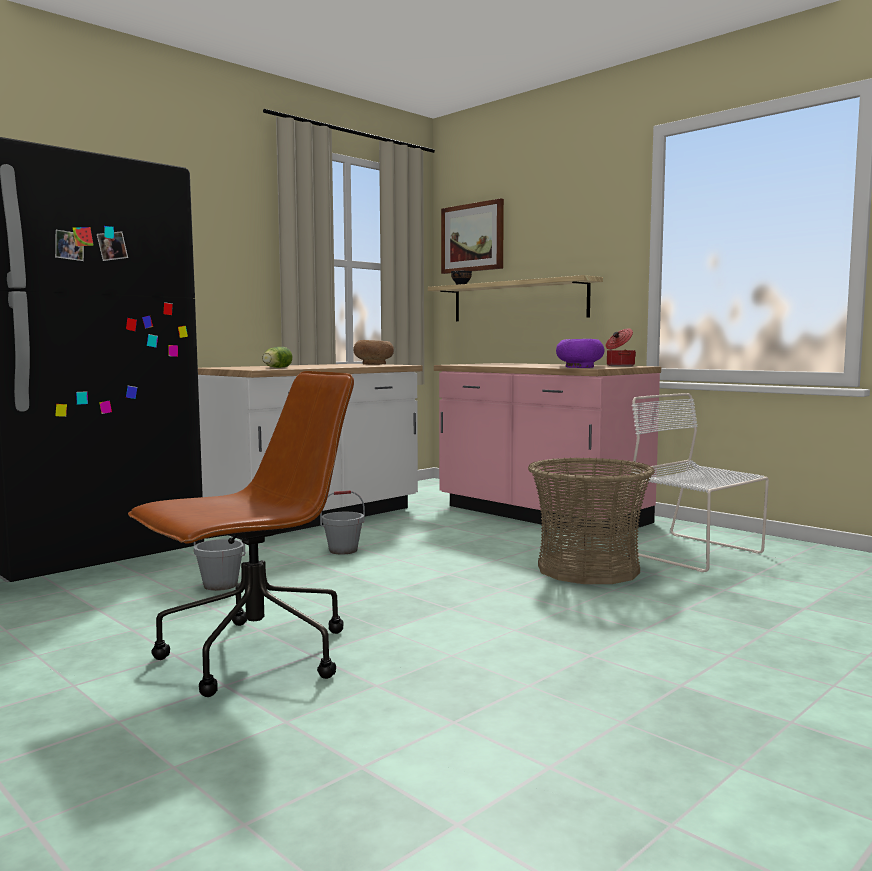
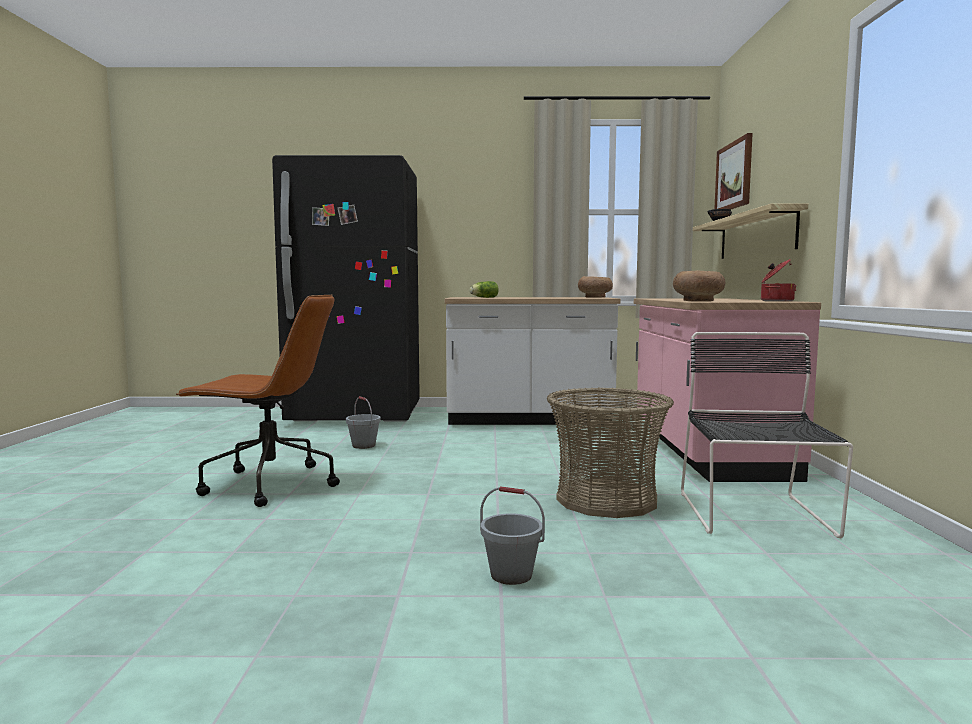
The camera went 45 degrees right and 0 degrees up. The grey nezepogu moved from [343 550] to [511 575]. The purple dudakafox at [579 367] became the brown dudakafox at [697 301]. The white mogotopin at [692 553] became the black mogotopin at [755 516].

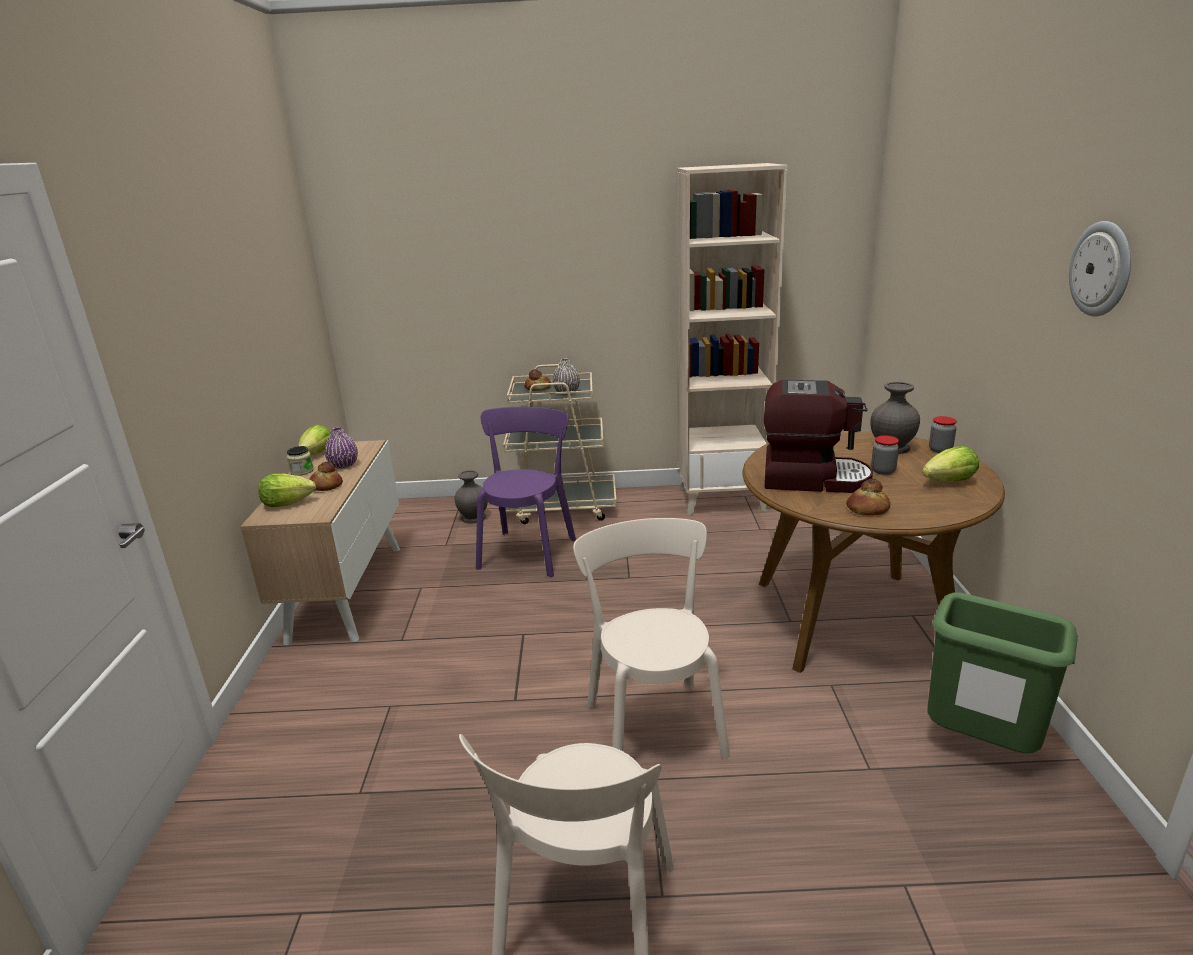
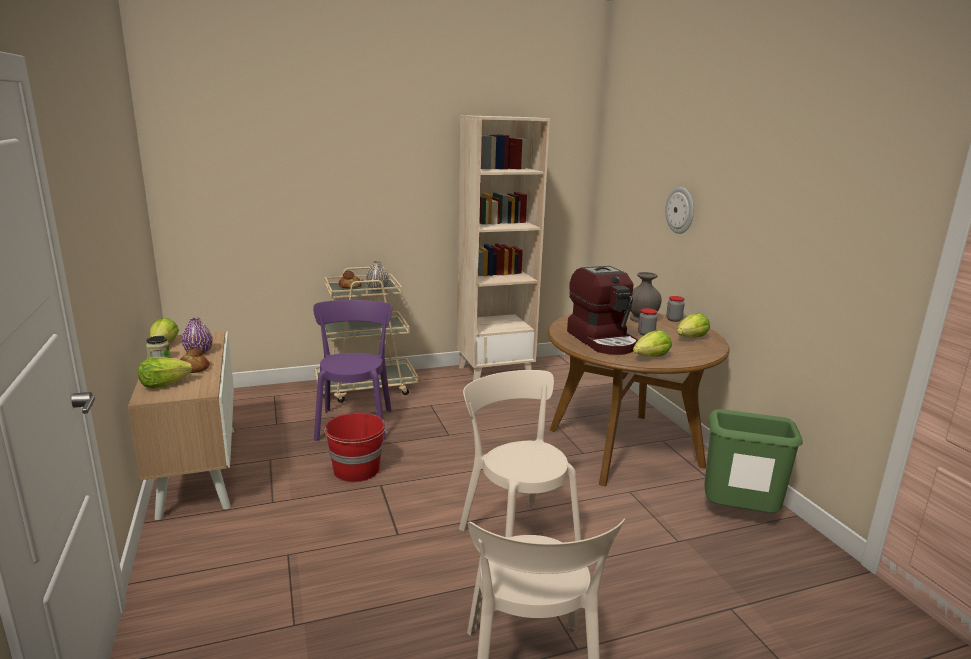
The camera went 20 degrees left and 5 degrees down. The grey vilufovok at [474 517] disappeared. The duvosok at [812 478] turned 75 degrees clockwise. The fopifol at [867 509] was replaced by the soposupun at [651 357]. The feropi moved from [1101 269] to [680 210]. The red nezepogu at [357 470] appeared.

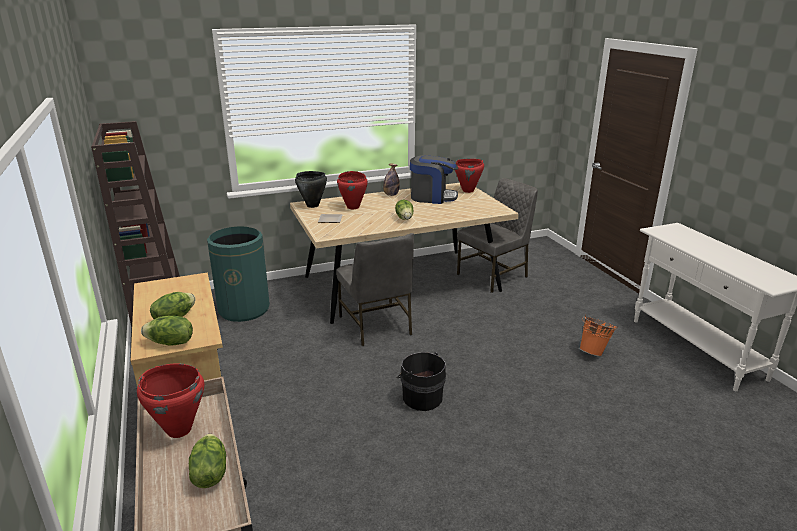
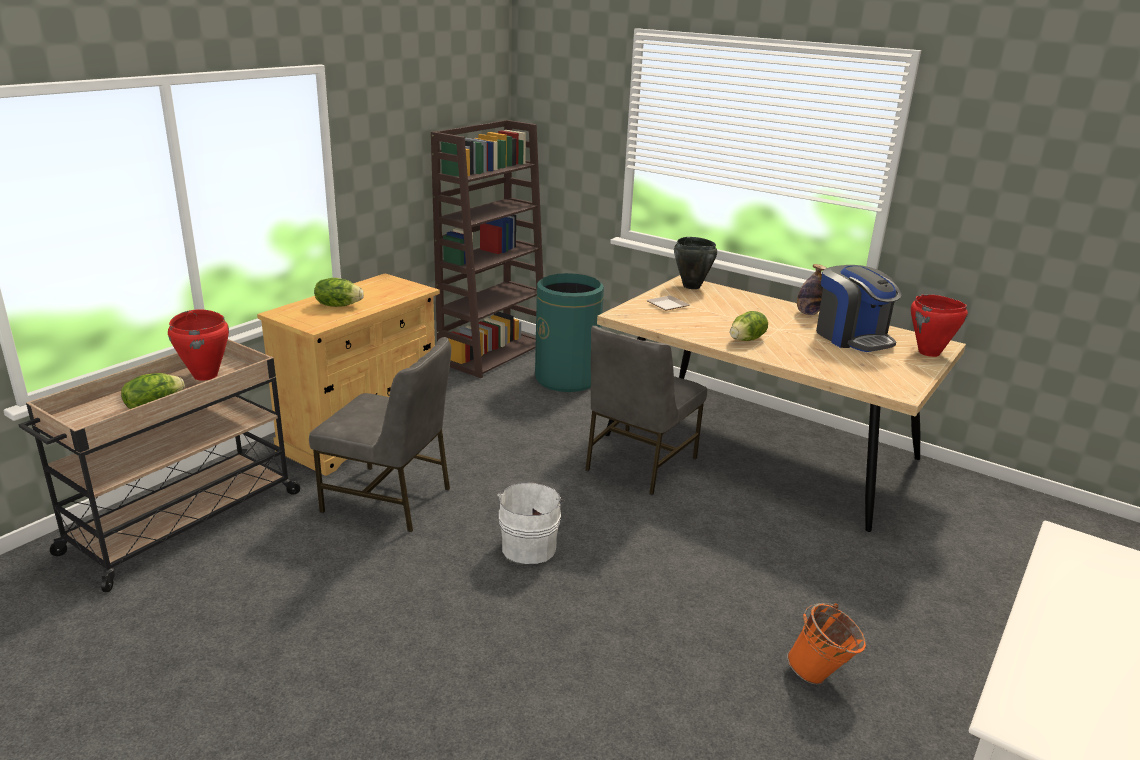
The camera went 55 degrees right and 0 degrees up. The soposupun at [170 343] disappeared. The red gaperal at [353 207] disappeared. The black nezepogu at [421 397] became the white nezepogu at [529 545]. The grey mogotopin moved from [494 276] to [389 500].

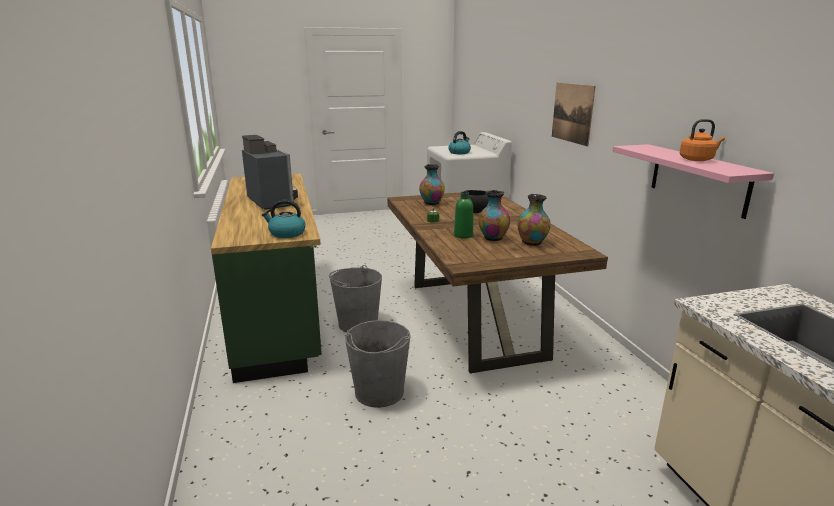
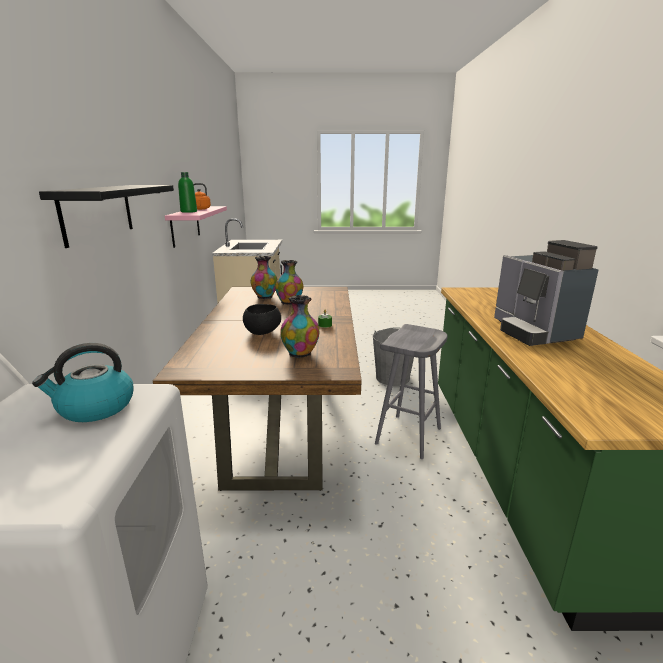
The camera went 165 degrees left and 0 degrees up. The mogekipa at [286 233] disappeared. The grey nezepogu at [357 324] was replaced by the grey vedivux at [409 436]. The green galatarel moved from [463 235] to [189 211]. The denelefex at [572 113] was replaced by the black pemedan at [98 212].

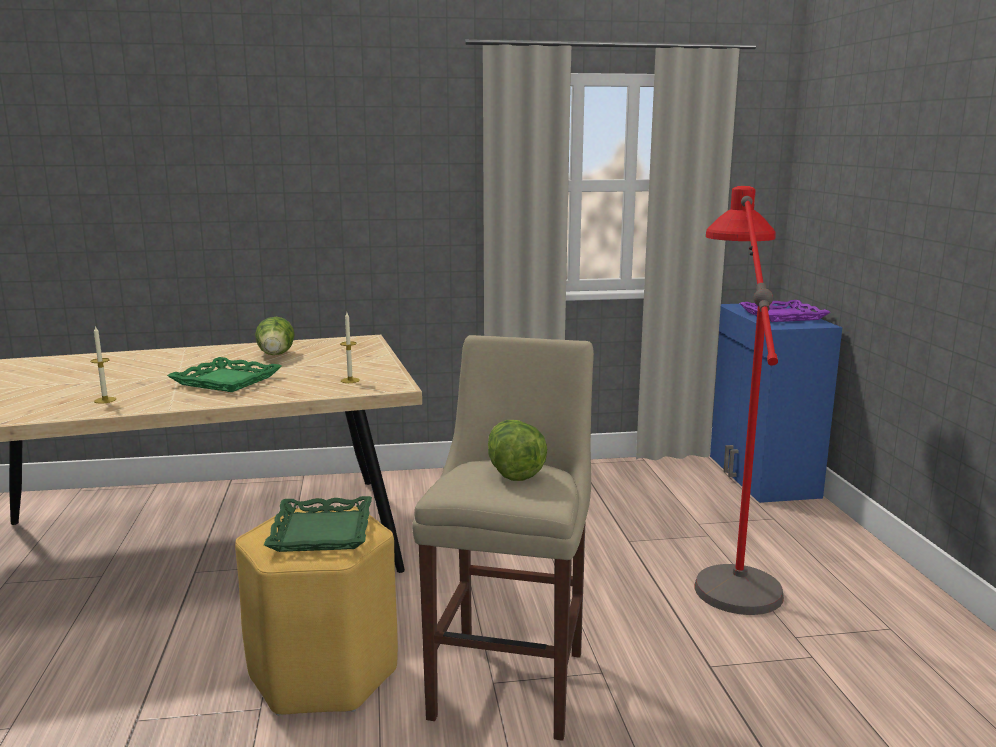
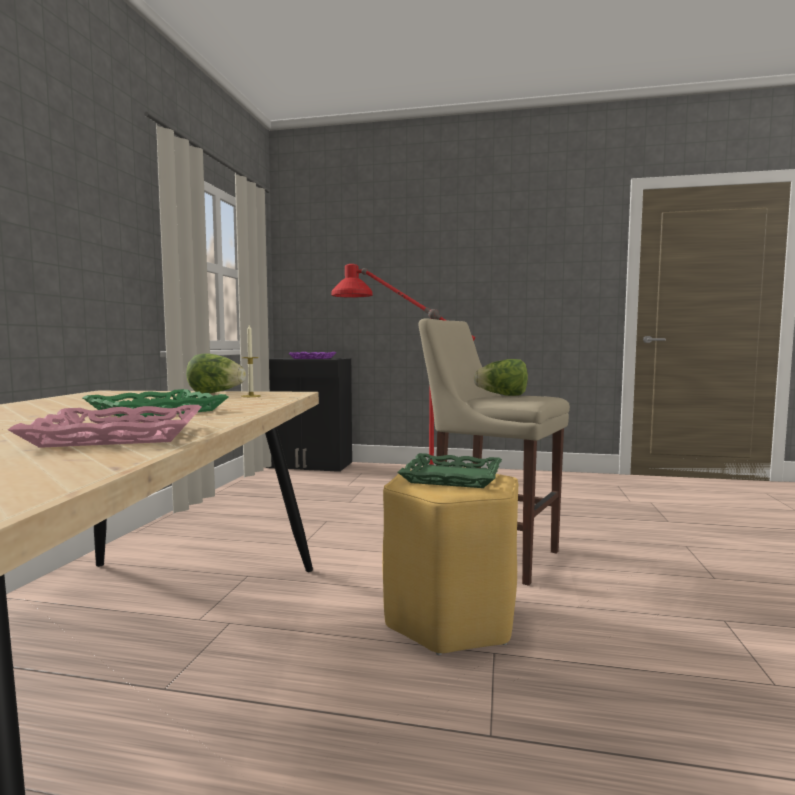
The camera went 70 degrees left and 10 degrees down. The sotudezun at [105 400] was replaced by the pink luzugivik at [119 435]. The soposupun moved from [276 355] to [216 393]. The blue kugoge at [761 476] became the black kugoge at [309 465].

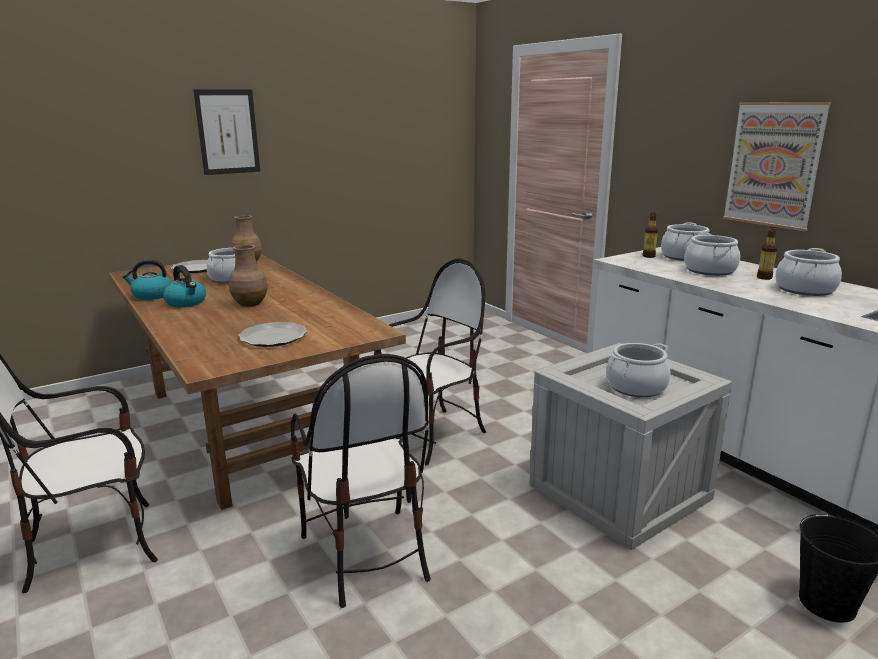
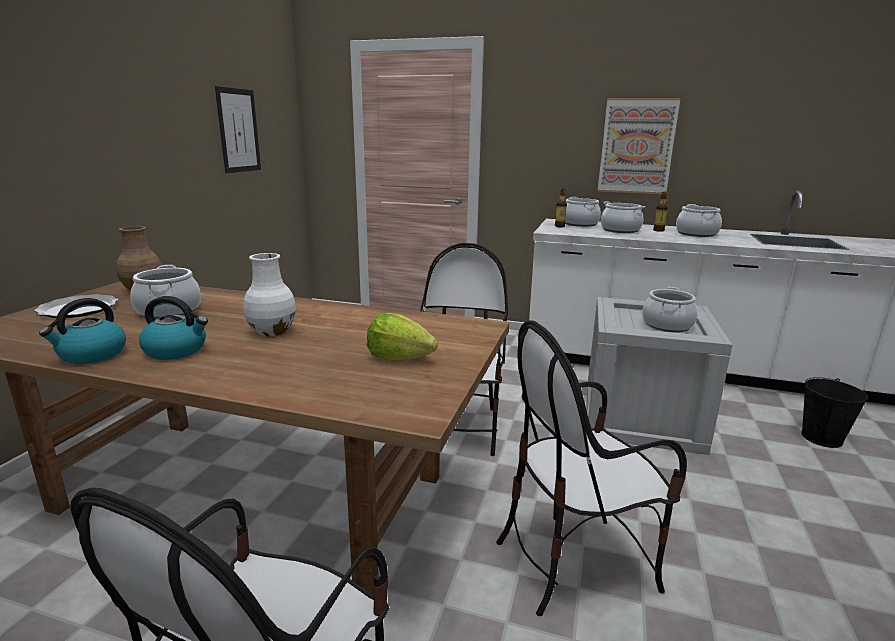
The camera went 40 degrees left and 0 degrees up. The denelefex moved from [228 132] to [238 130]. The brown vilufovok at [249 303] became the white vilufovok at [272 332]. The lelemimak at [274 337] was replaced by the soposupun at [399 358]. The mogotopin at [365 554] turned 135 degrees clockwise.

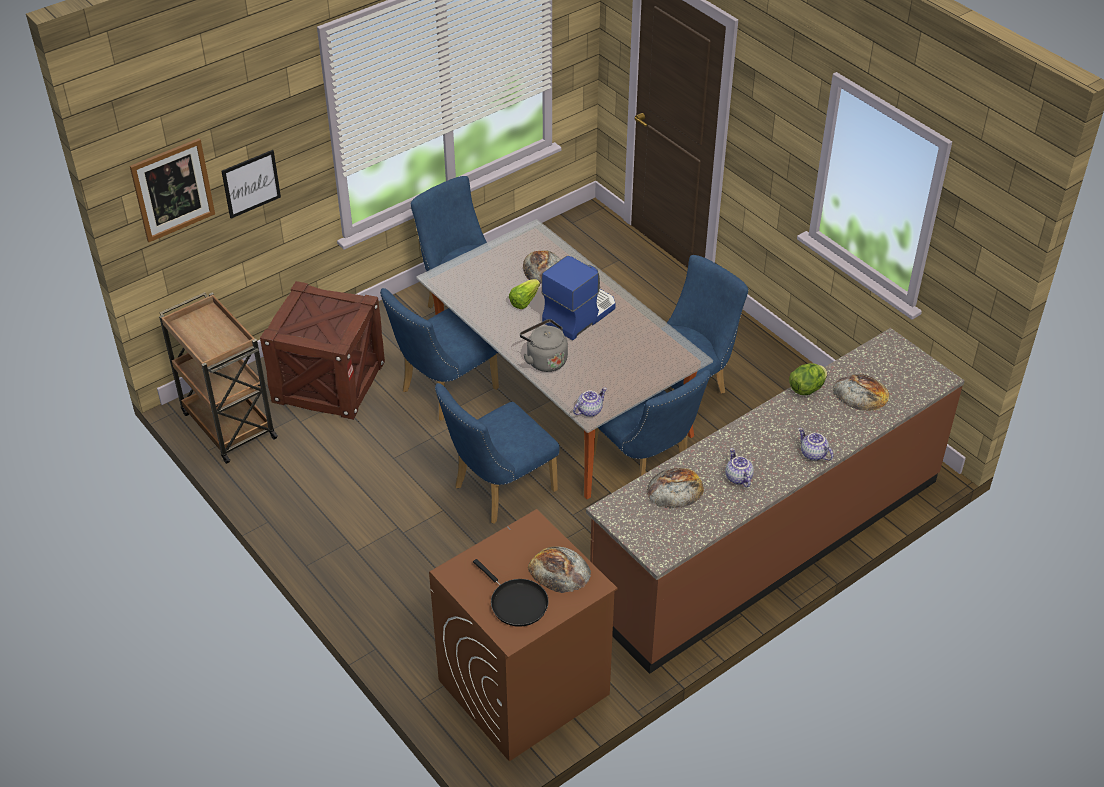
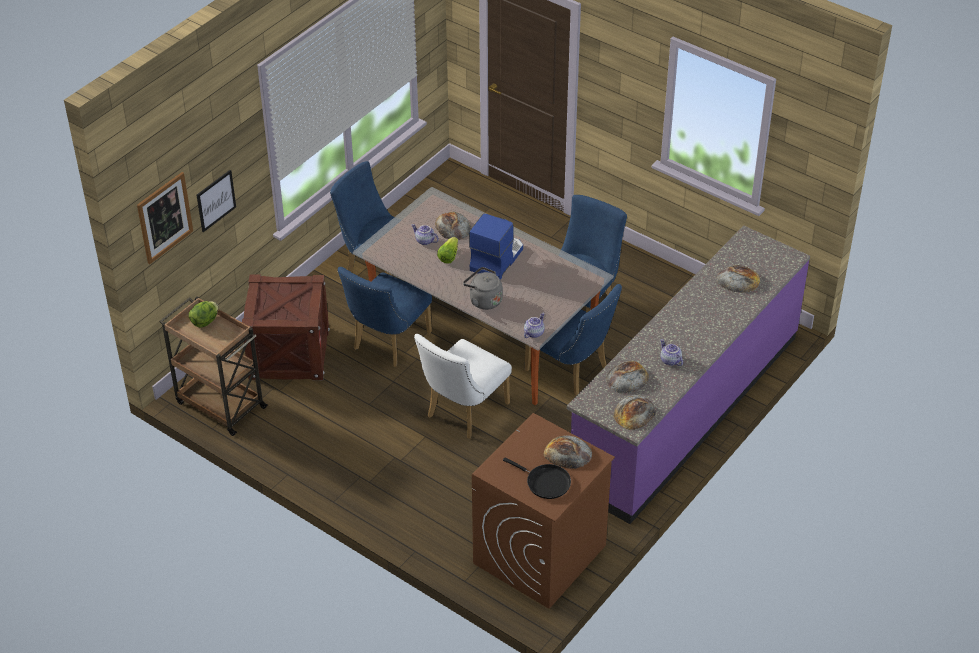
The camera went 15 degrees left and 0 degrees up. The blue mogotopin at [498 490] became the white mogotopin at [463 412]. The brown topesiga at [767 543] became the purple topesiga at [684 410]. The soposupun moved from [806 389] to [205 321]. The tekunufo moved from [812 454] to [424 241]. The fopifol at [634 412] appeared.

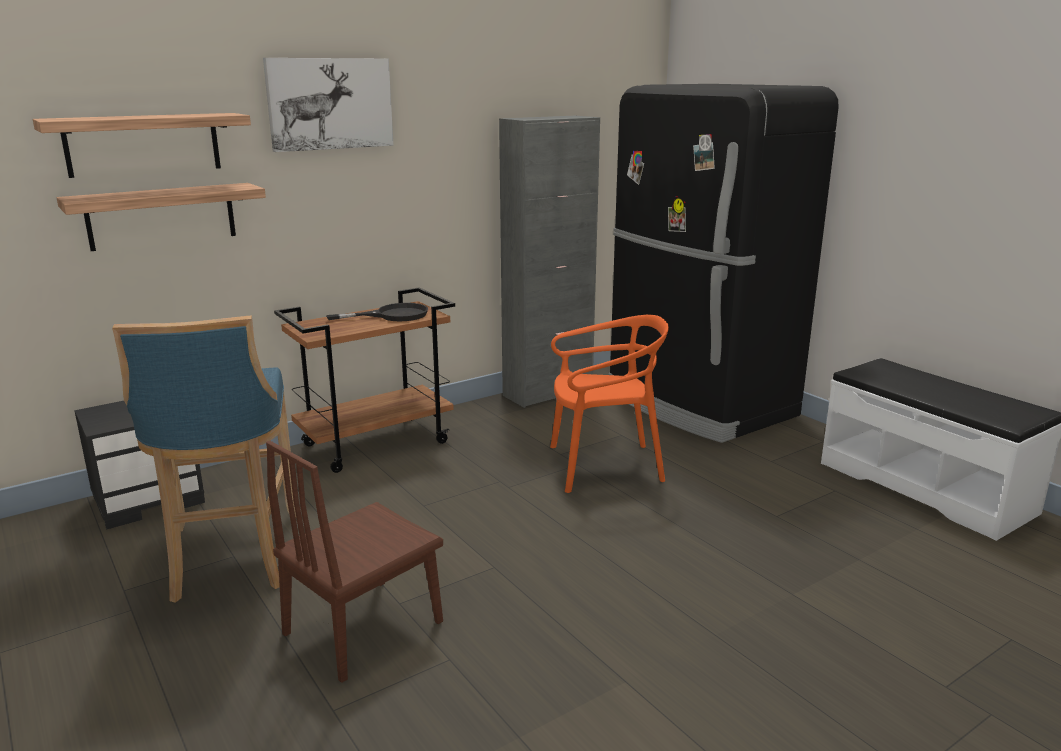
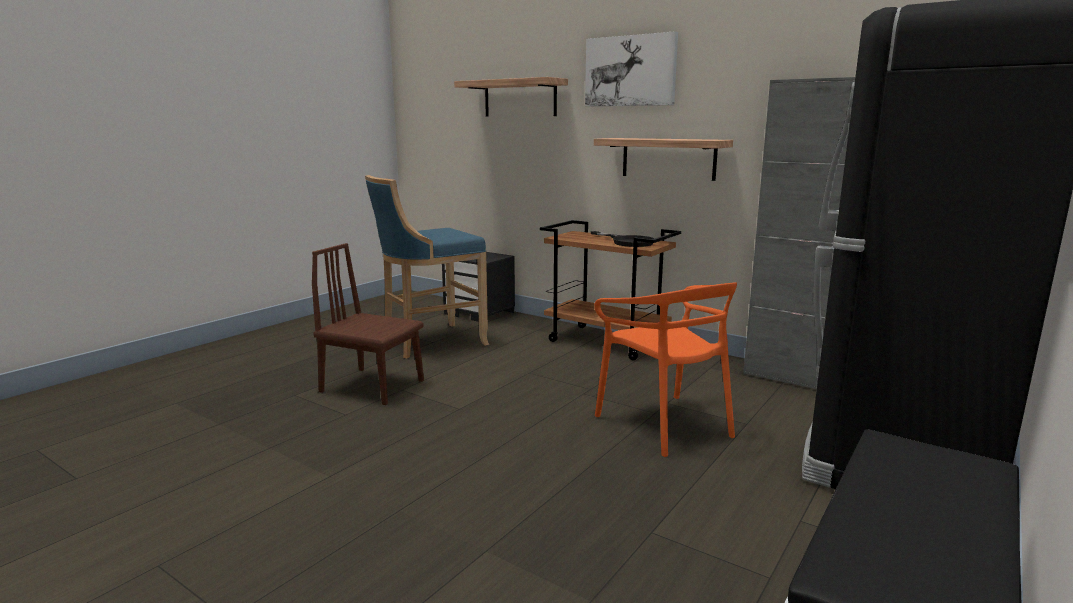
The camera went 70 degrees right and 5 degrees down. The pemedan moved from [162 216] to [668 158].

